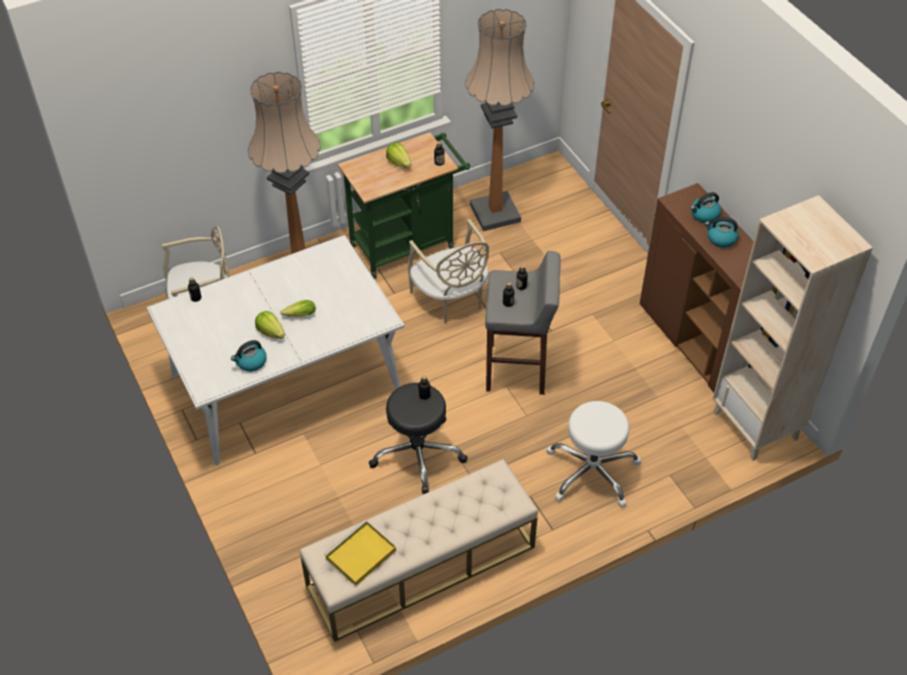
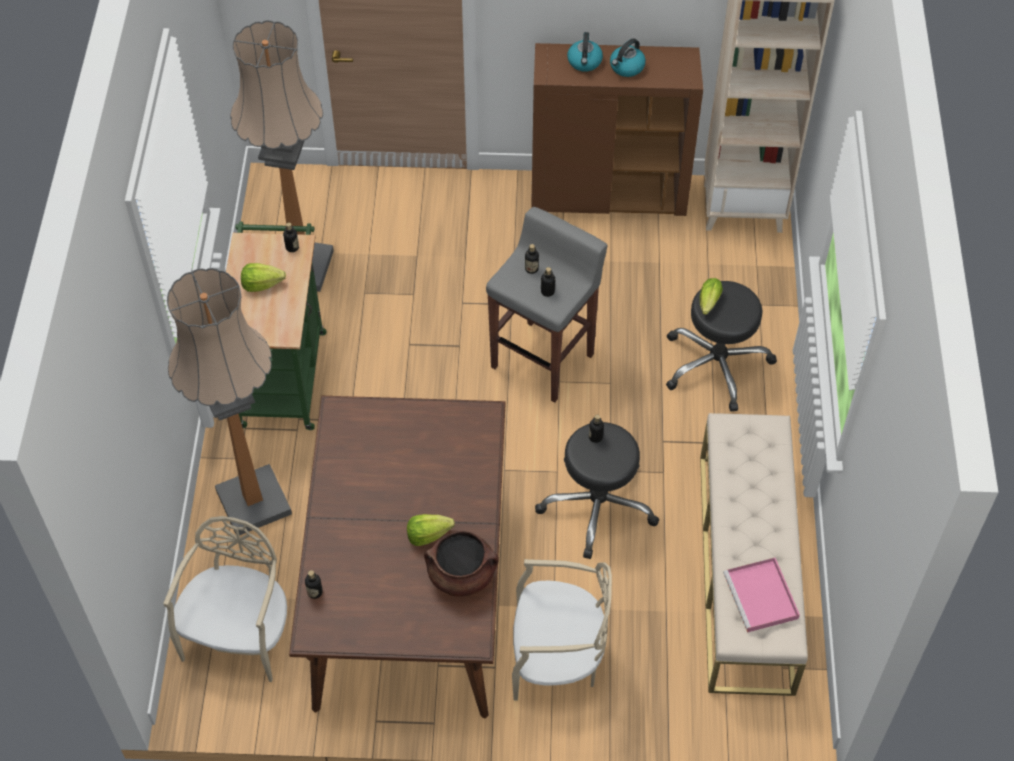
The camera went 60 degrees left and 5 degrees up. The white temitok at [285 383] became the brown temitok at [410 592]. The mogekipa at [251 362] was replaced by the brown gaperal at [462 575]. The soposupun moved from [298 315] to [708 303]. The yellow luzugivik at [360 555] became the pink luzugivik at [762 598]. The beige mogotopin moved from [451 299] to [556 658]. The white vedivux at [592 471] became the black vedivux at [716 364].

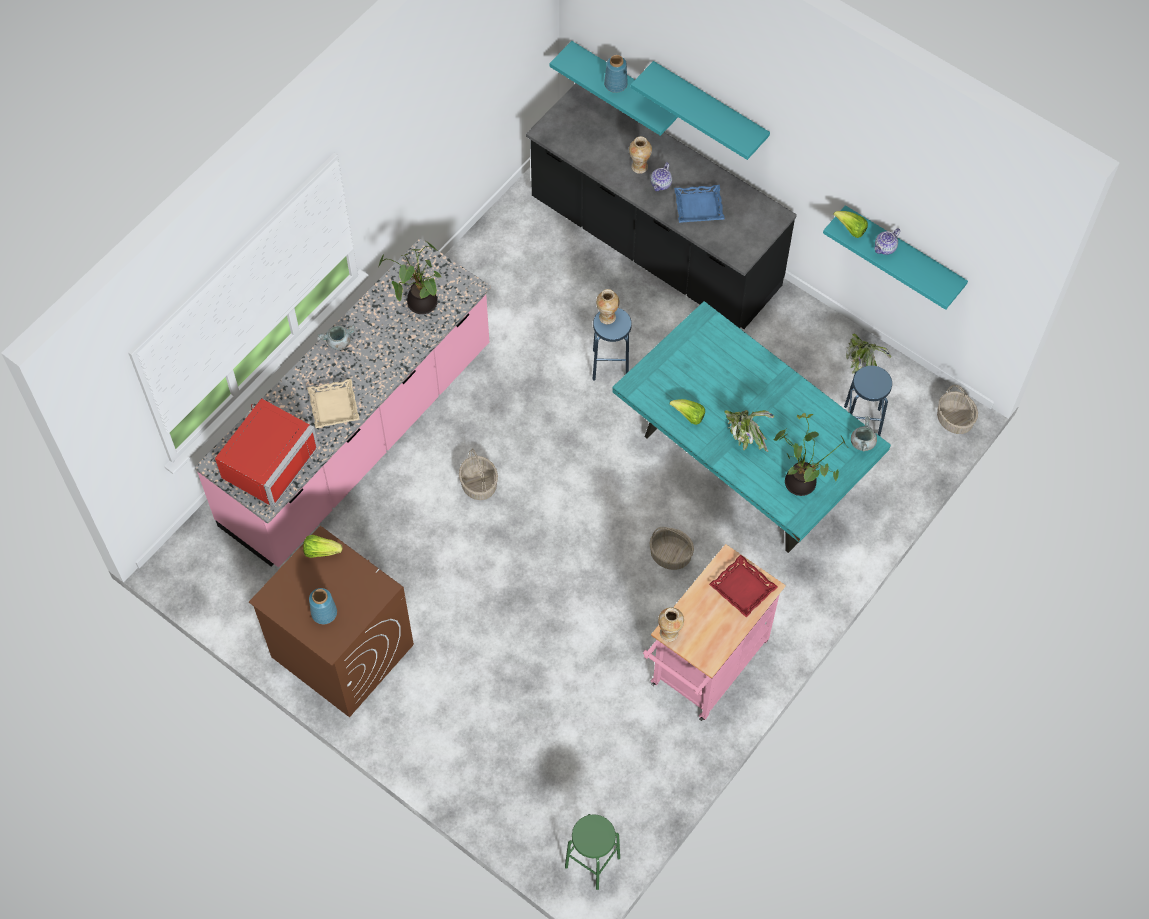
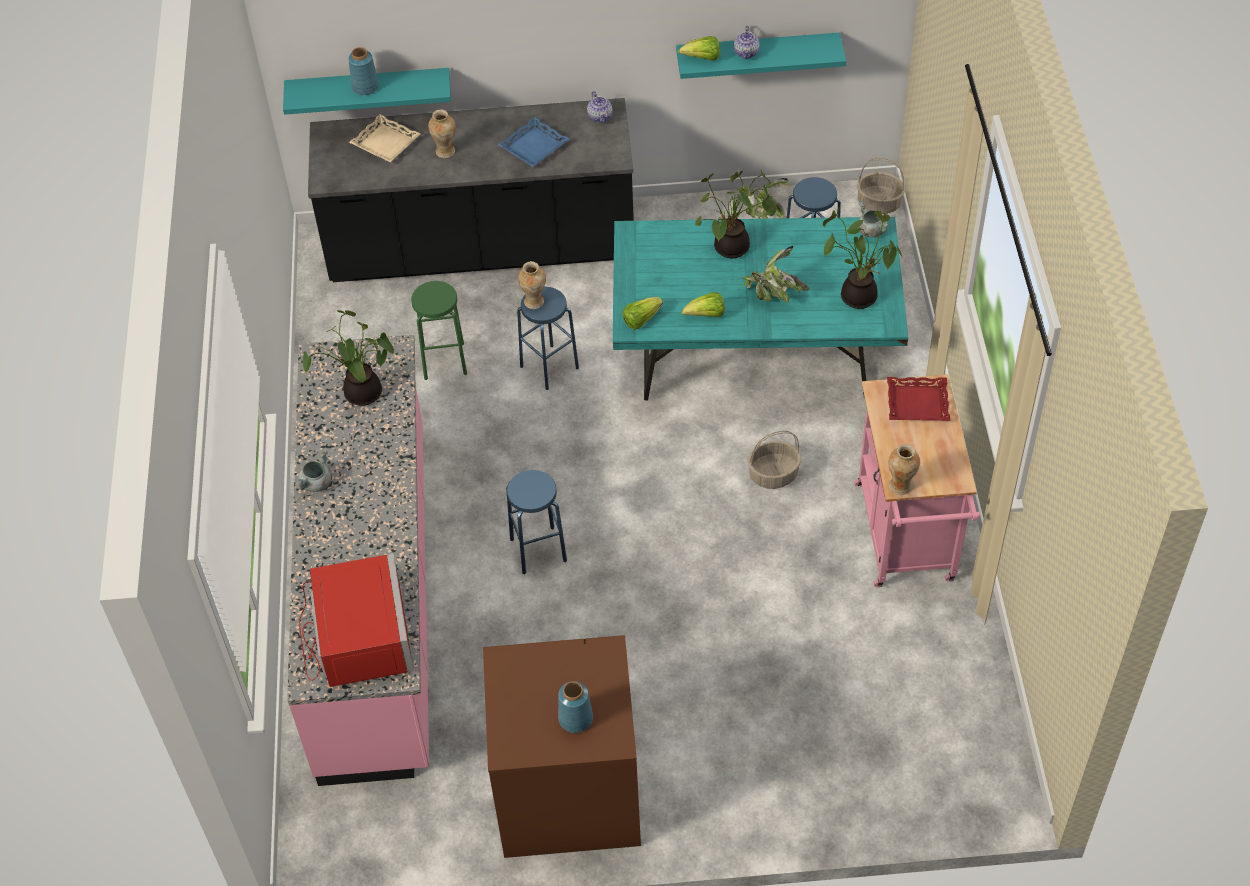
The camera went 40 degrees left and 10 degrees down. The soposupun moved from [321 551] to [641 319]. The beige luzugivik moved from [333 406] to [385 143]. The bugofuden at [478 484] was replaced by the blue vedivux at [538 550]. The green vedivux moved from [592 862] to [444 361]. The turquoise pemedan at [710 106] disappeared. The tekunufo moved from [661 184] to [600 117]. The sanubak at [732 250] appeared.

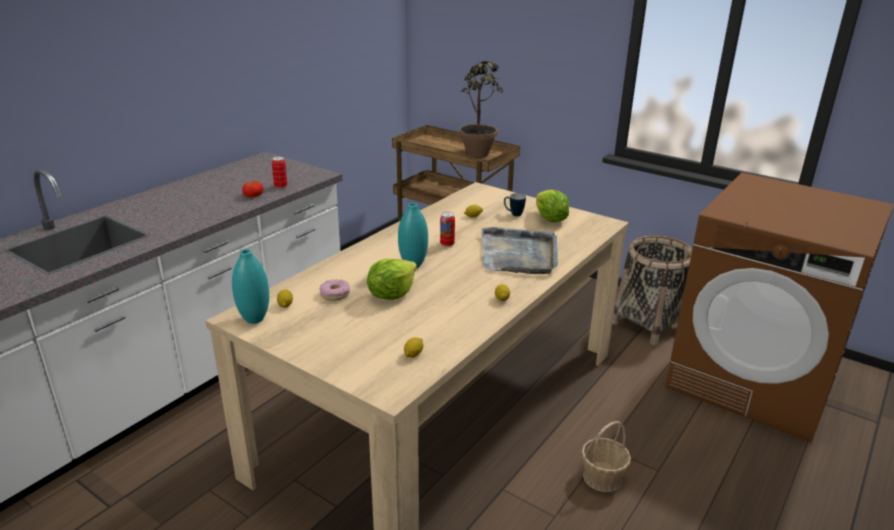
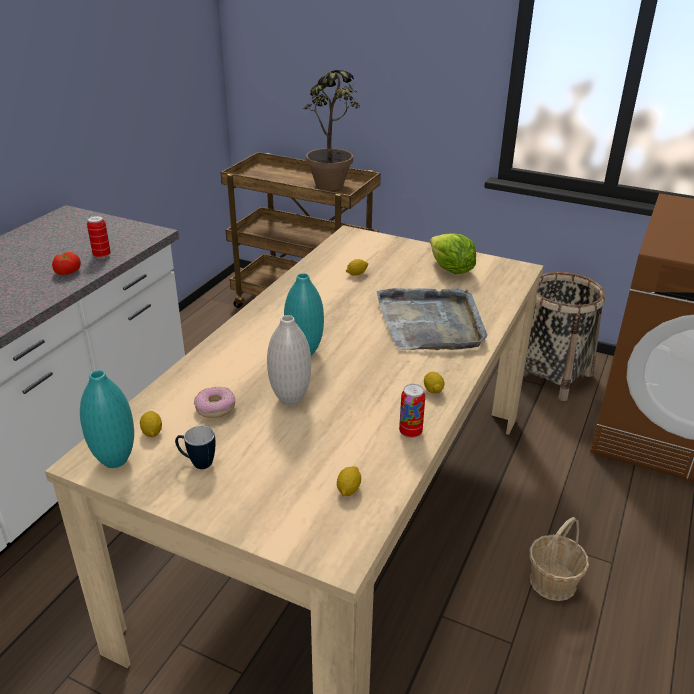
The camera went 10 degrees left and 5 degrees up. The soposupun at [391 294] was replaced by the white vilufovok at [290 399]. The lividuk moved from [447 244] to [410 432]. The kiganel moved from [513 214] to [197 463].

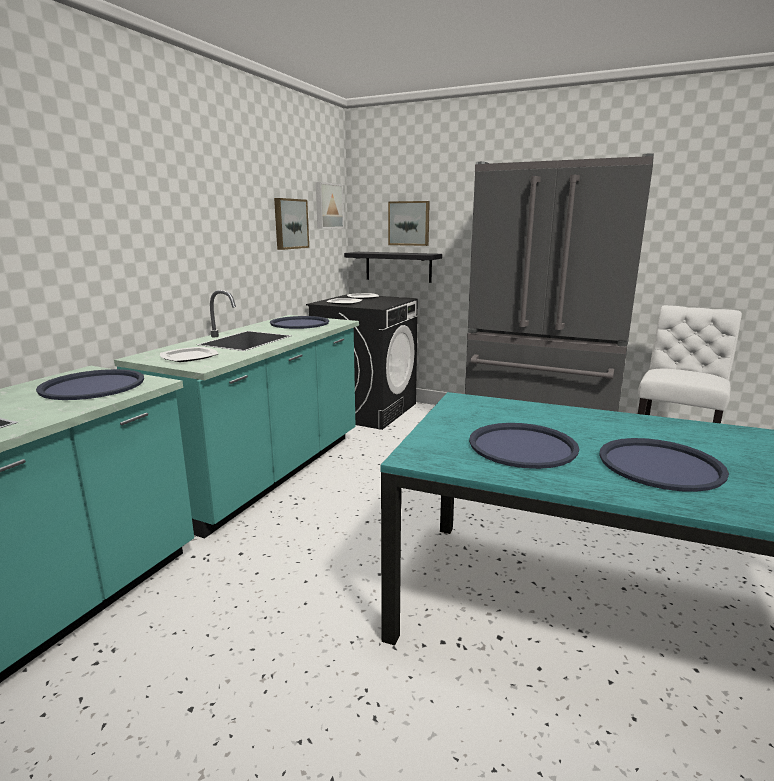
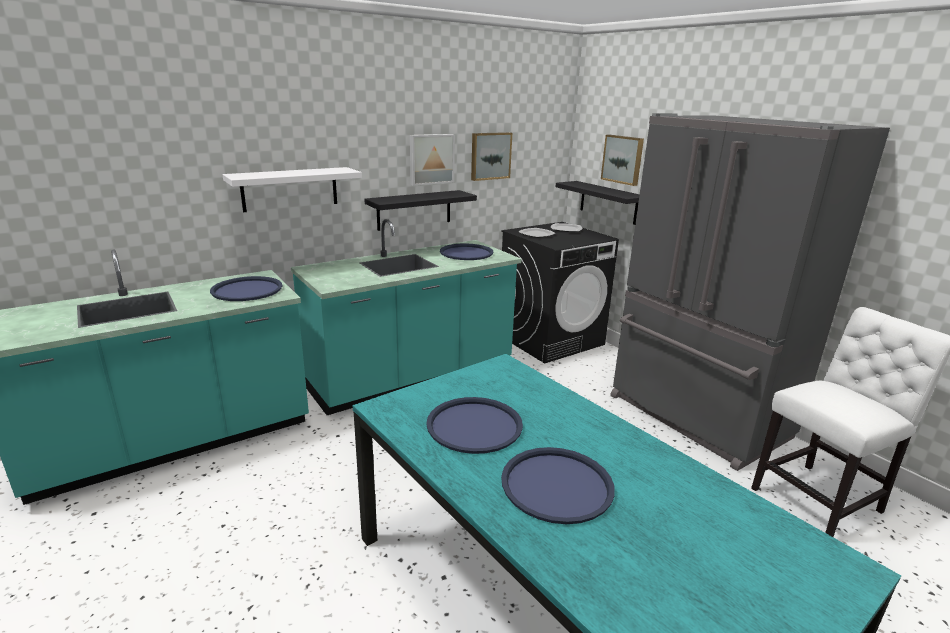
The camera went 30 degrees right and 5 degrees up. The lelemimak at [188 356] disappeared. The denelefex moved from [328 206] to [431 159]. The white pemedan at [290 189] appeared. The black pemedan at [414 210] appeared.

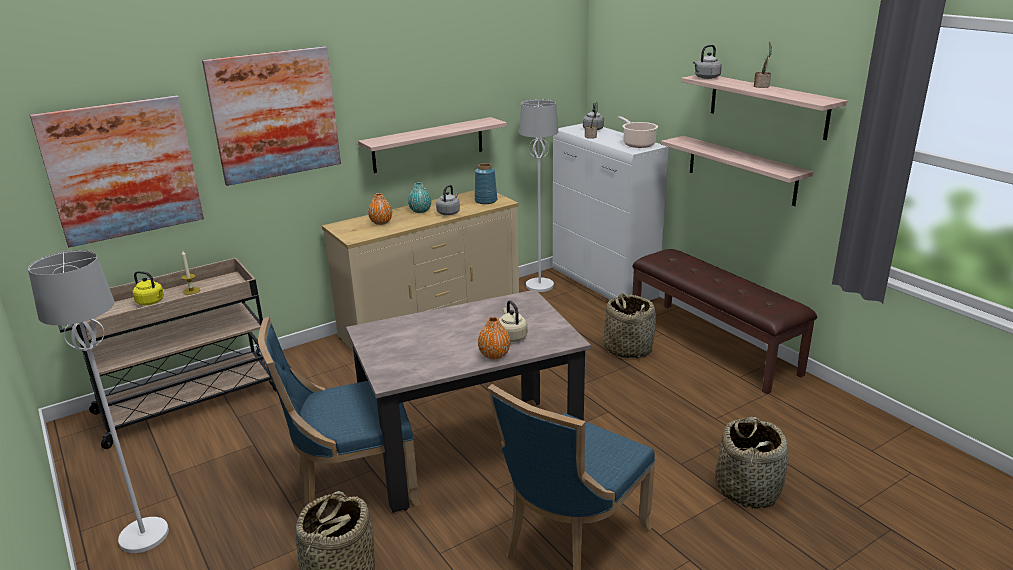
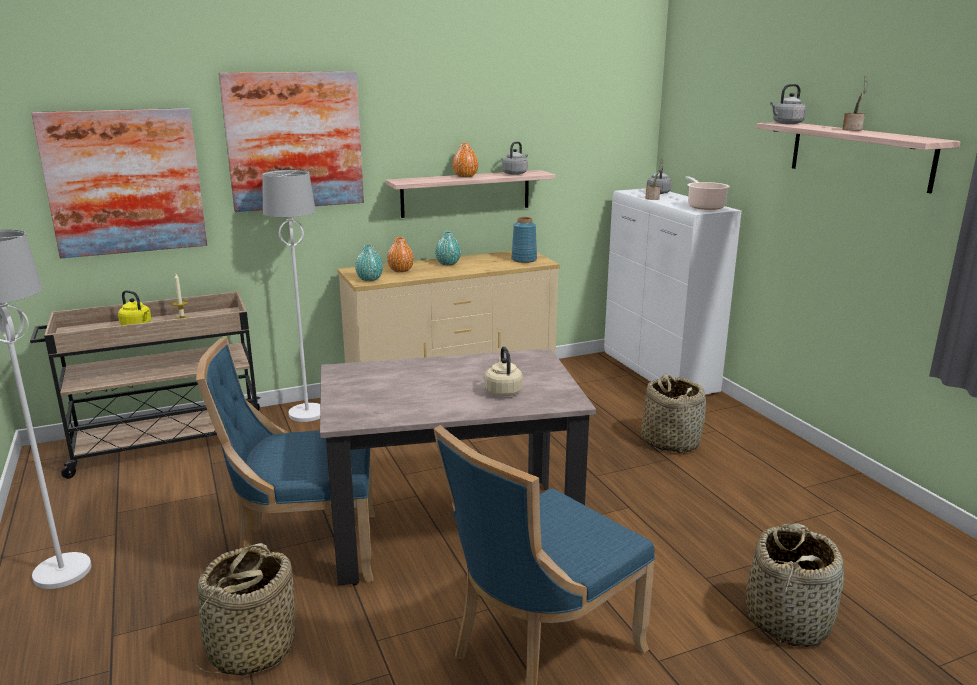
The camera went 10 degrees right and 5 degrees down. The grey mogekipa moved from [449 212] to [515 173]. The orange vilufovok moved from [494 355] to [465 176]. The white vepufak moved from [539 285] to [307 413]. The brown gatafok at [713 345] disappeared. The pemedan at [741 170] disappeared. The turquoise vilufovok at [369 279] appeared.

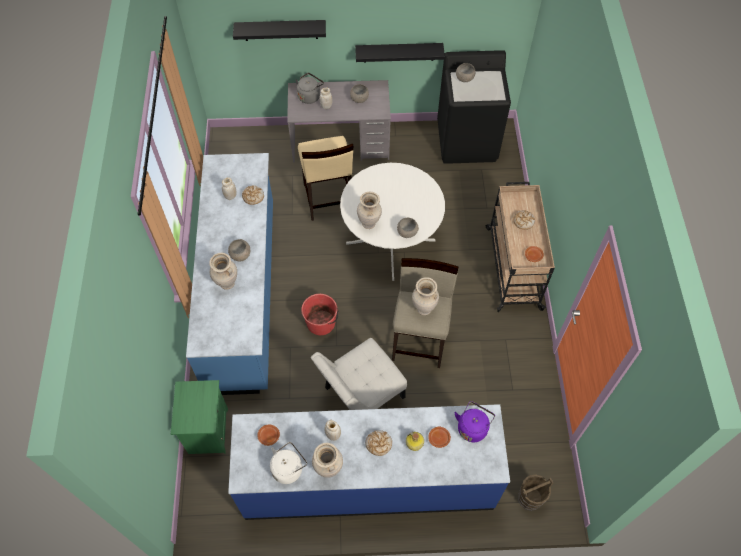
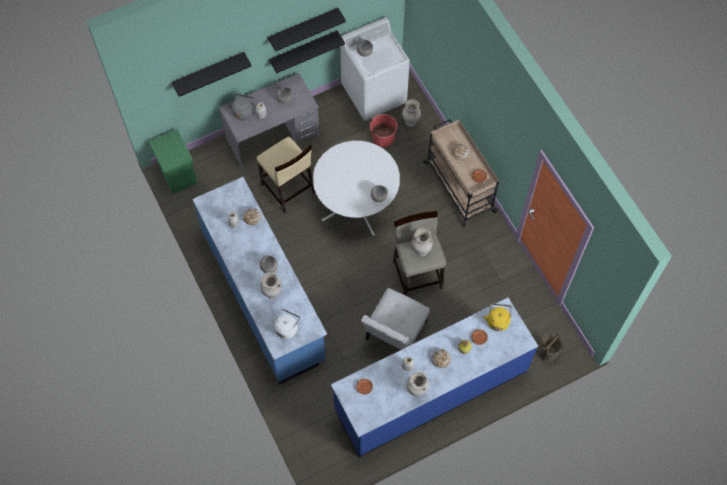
The camera went 25 degrees left and 5 degrees up. The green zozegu moved from [207 431] to [177 176]. The white mogekipa moved from [288 468] to [287 328]. The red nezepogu moved from [321 322] to [383 137]. The beige vilufovok moved from [369 223] to [411 122]. The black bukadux at [467 141] became the white bukadux at [374 93]. The purple mogekipa at [472 427] became the yellow mogekipa at [497 320]. The black pemedan at [303 28] appeared.

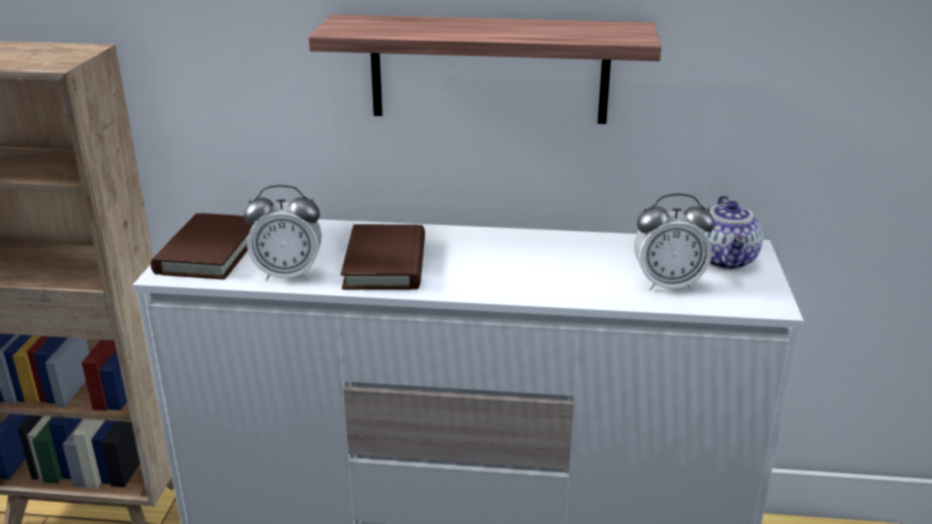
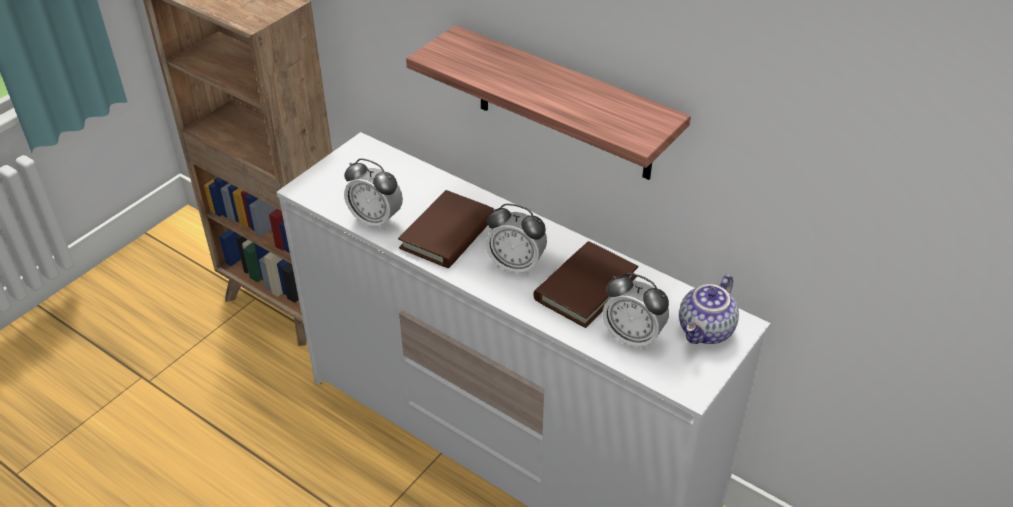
The camera went 30 degrees right and 15 degrees up. The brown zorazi moved from [209 252] to [585 287]. The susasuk at [516 265] appeared.

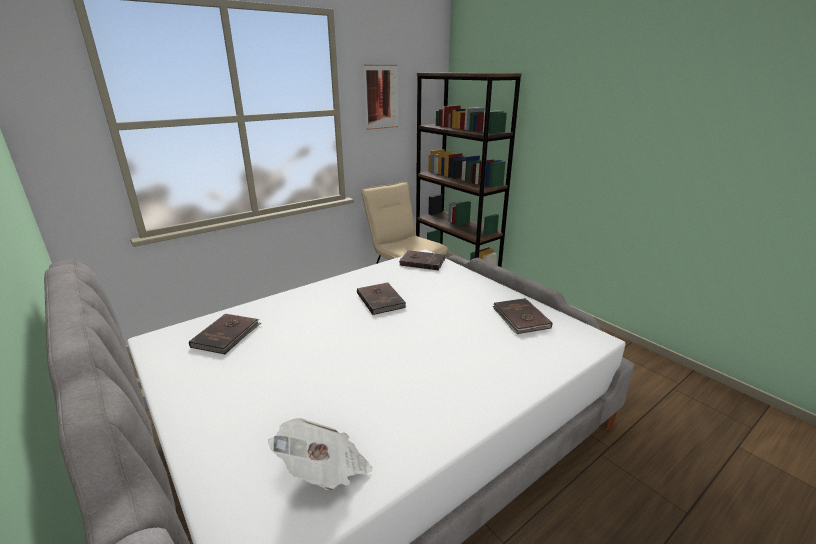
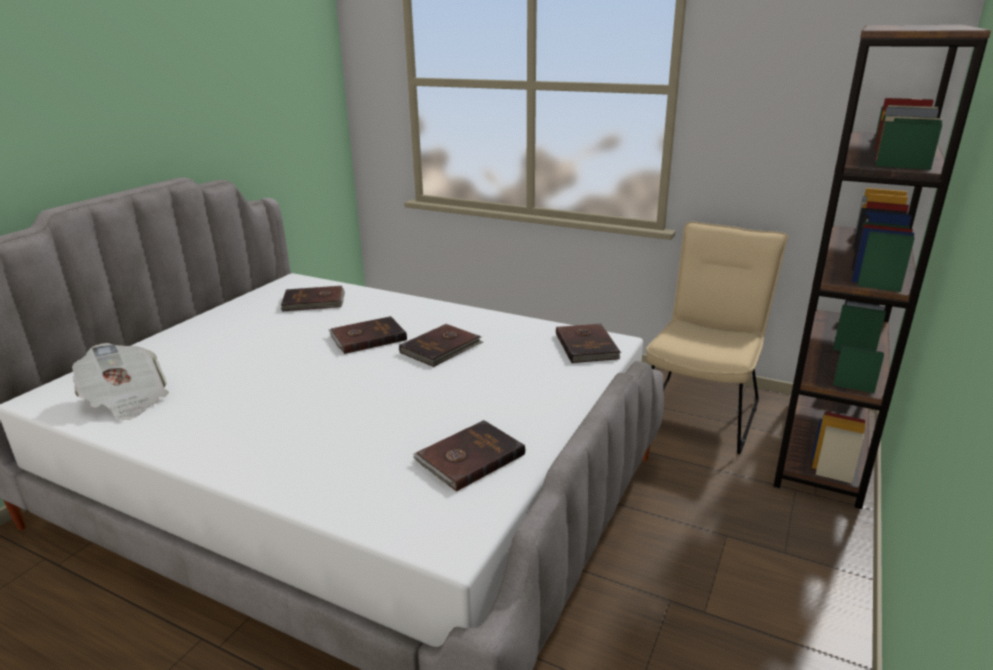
The camera went 65 degrees right and 0 degrees up. The denelefex at [381 97] disappeared. The brown zorazi at [367 337] appeared.

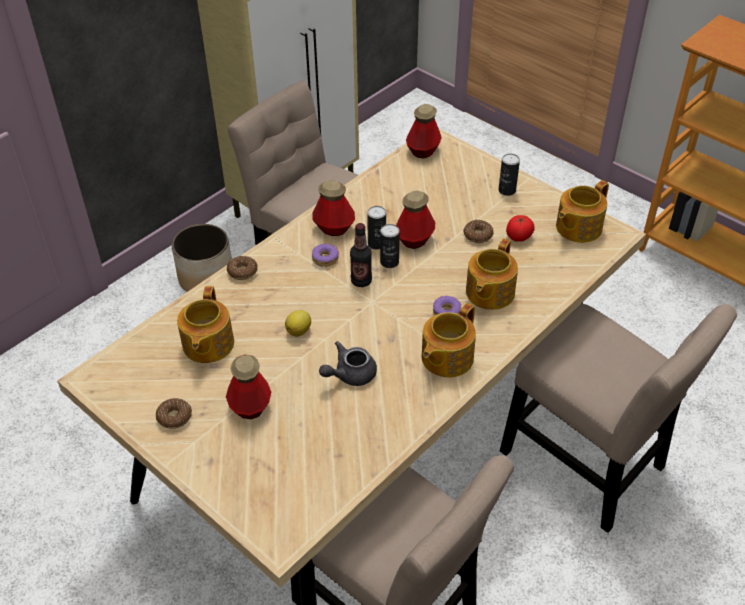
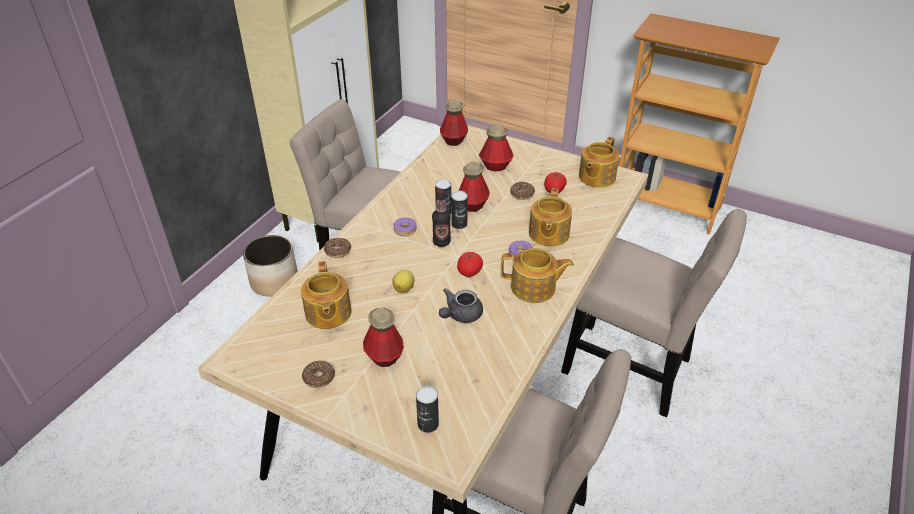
The camera went 15 degrees left and 5 degrees down. The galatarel moved from [334 228] to [495 166]. The tekunufo at [446 358] turned 105 degrees counterclockwise. The lividuk moved from [507 190] to [428 424]. The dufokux at [469 272] appeared.

